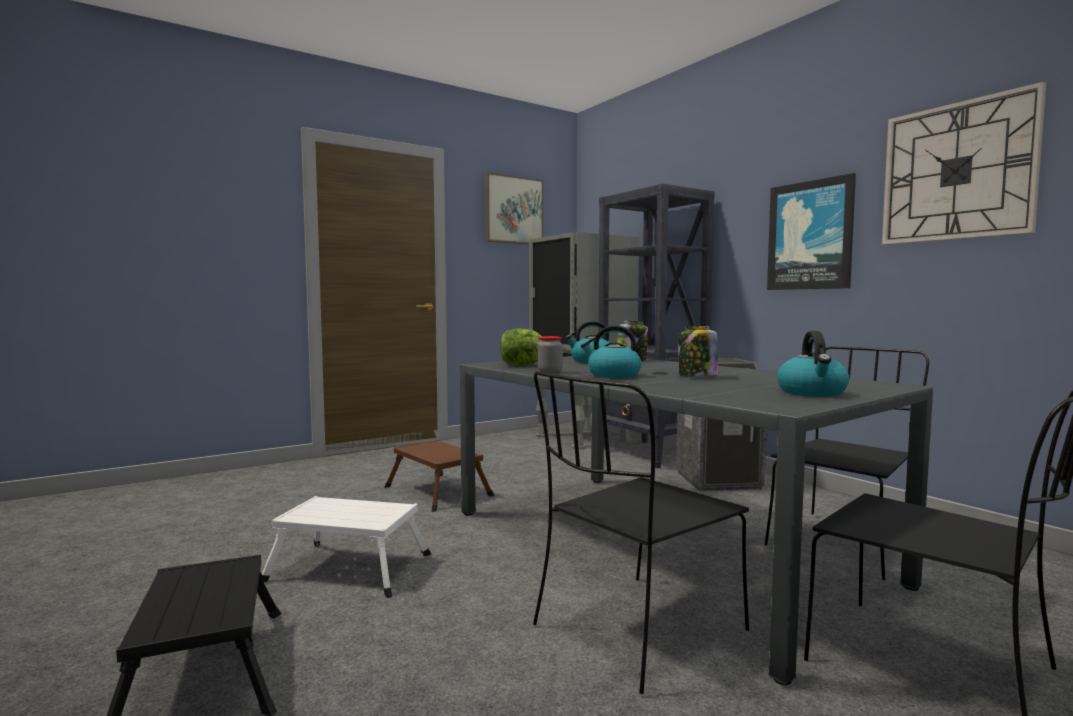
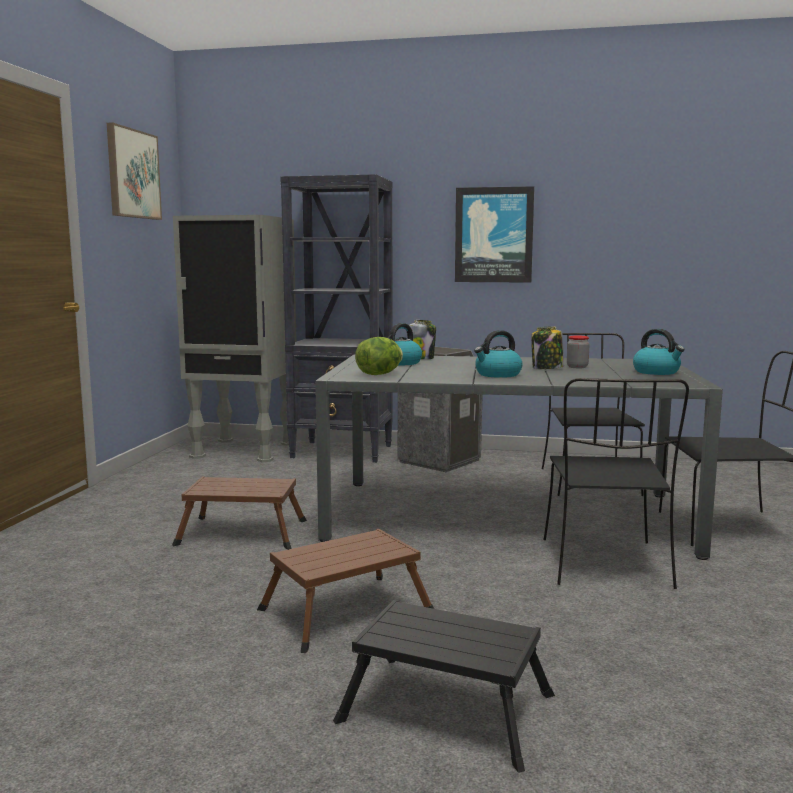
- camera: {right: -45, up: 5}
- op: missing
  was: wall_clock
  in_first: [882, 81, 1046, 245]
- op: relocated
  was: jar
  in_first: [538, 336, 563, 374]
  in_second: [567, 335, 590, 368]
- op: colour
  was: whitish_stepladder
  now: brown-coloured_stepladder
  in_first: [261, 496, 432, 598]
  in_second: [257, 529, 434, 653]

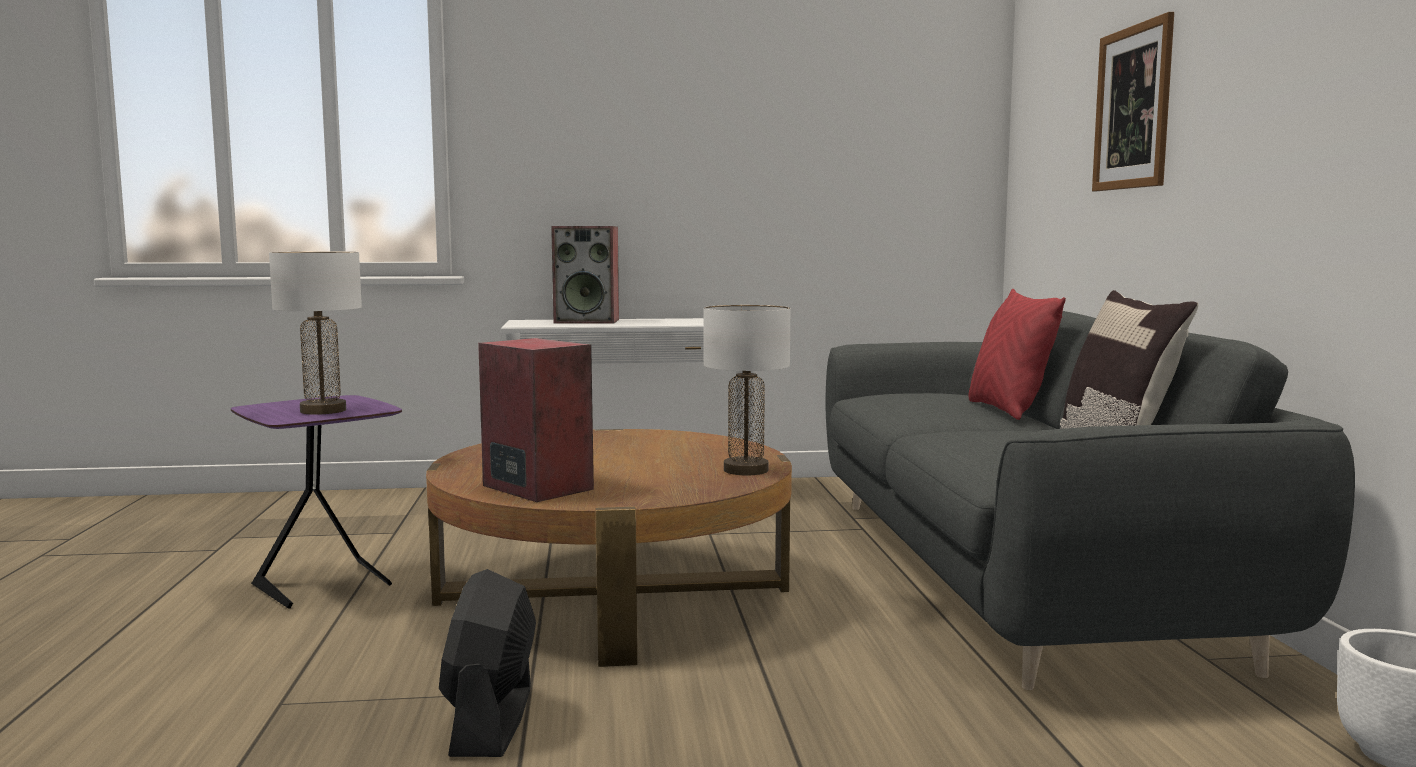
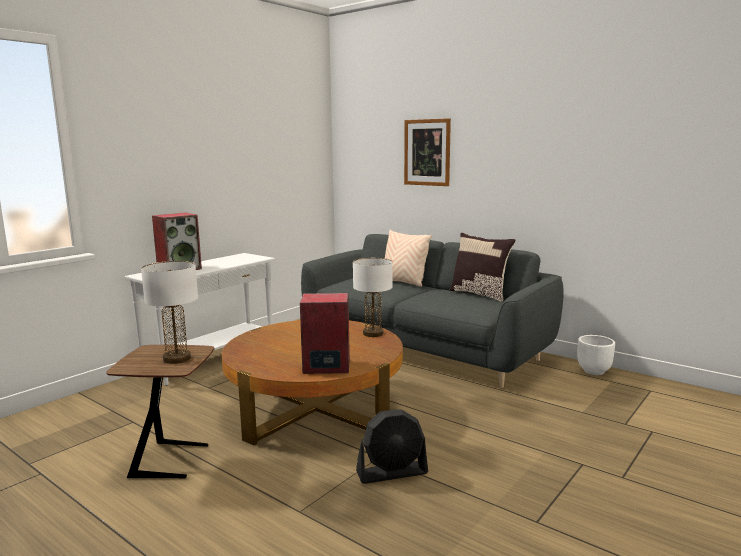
- camera: {right: -45, up: 5}
- op: colour
  was: reddish_pillow
  now: beige_pillow
  in_first: [969, 289, 1066, 420]
  in_second: [385, 230, 432, 287]
- op: colour
  was: purplish_side_table
  now: brown-coloured_side_table
  in_first: [231, 395, 402, 609]
  in_second: [106, 345, 214, 478]
- op: spun
  was: blackish_fan
  in_first: [439, 569, 536, 757]
  in_second: [356, 409, 428, 484]
  clockwise: -60

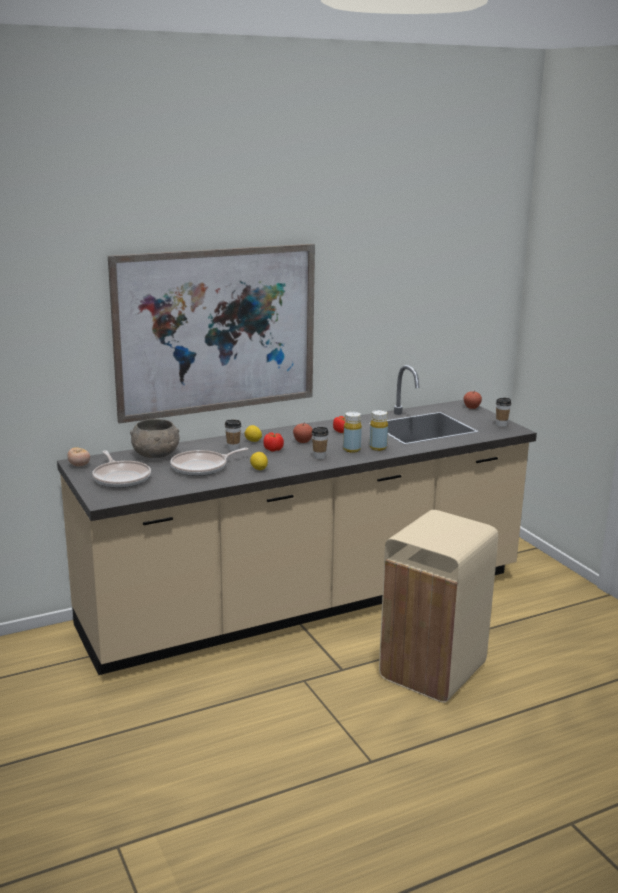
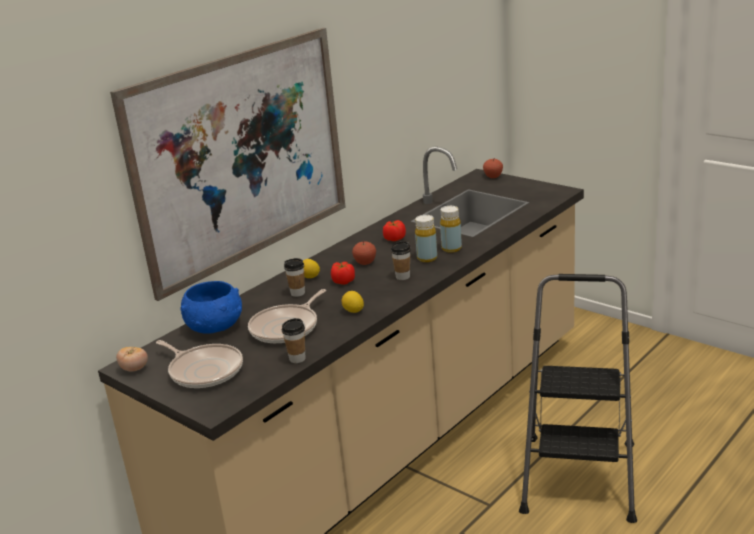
- camera: {right: -20, up: 5}
- op: relocated
  was: cup
  in_first: [496, 398, 511, 427]
  in_second: [282, 318, 306, 363]
- op: colour
  was: gray_serving_bowl
  now: blue_serving_bowl
  in_first: [130, 419, 180, 458]
  in_second: [180, 281, 242, 334]
- op: exchanged
  was: beige_waste_bin
  now: blackish_stepladder
  in_first: [379, 510, 498, 703]
  in_second: [519, 274, 637, 523]

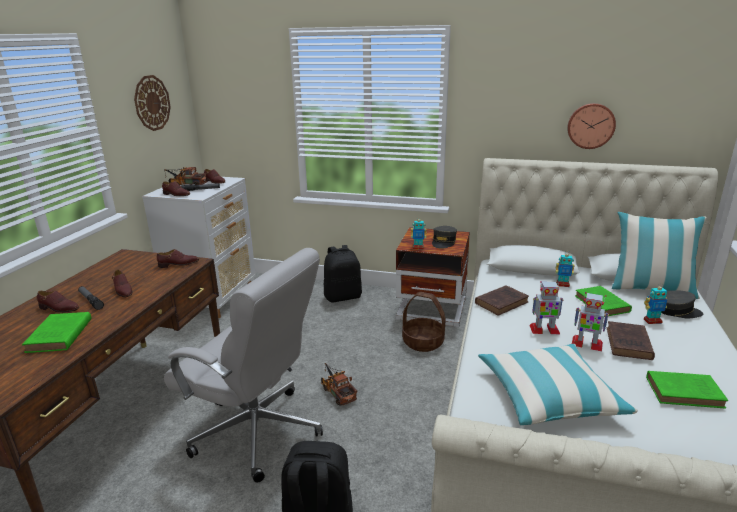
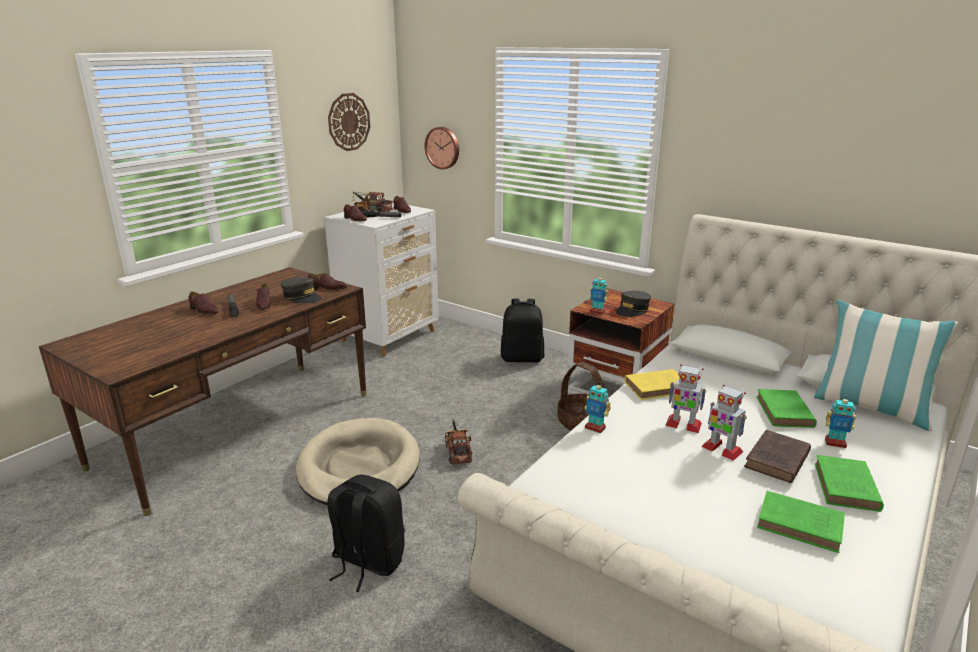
- camera: {right: 20, up: 0}
- op: relocated
  was: wall_clock
  in_first: [567, 103, 616, 149]
  in_second: [425, 127, 459, 169]
- op: exchanged
  was: gray_computer_chair
  now: beige_dog_bed
  in_first: [164, 248, 323, 483]
  in_second: [296, 418, 420, 505]
- op: relocated
  was: model_robot
  in_first: [556, 253, 575, 287]
  in_second: [584, 382, 611, 433]
- op: colour
  was: brown-coloured_bound_book
  now: yellowish_bound_book
  in_first: [475, 285, 529, 316]
  in_second: [625, 369, 680, 400]
- op: relocated
  was: gray_cap
  in_first: [661, 290, 703, 318]
  in_second: [280, 277, 322, 303]
- op: relocated
  was: greenish_bound_book
  in_first: [22, 312, 91, 353]
  in_second: [815, 455, 884, 512]
- op: missing
  was: pillow
  in_first: [478, 344, 638, 425]

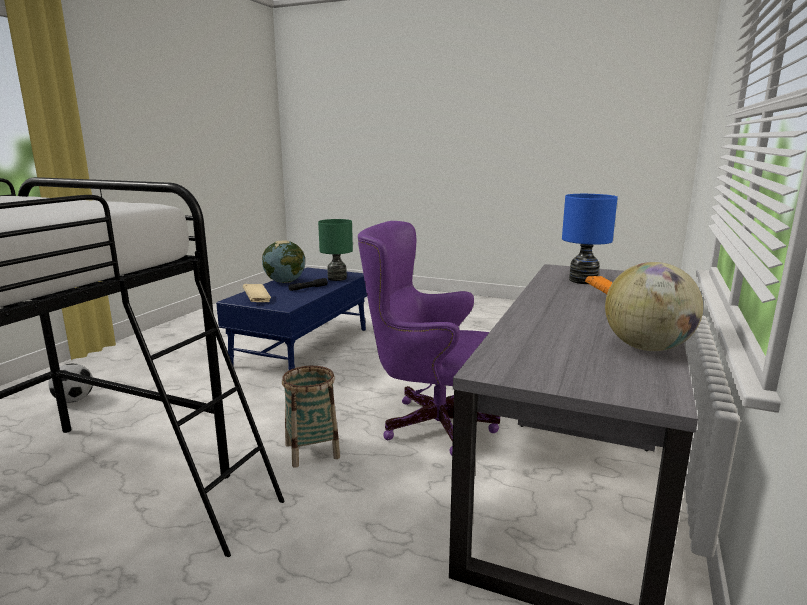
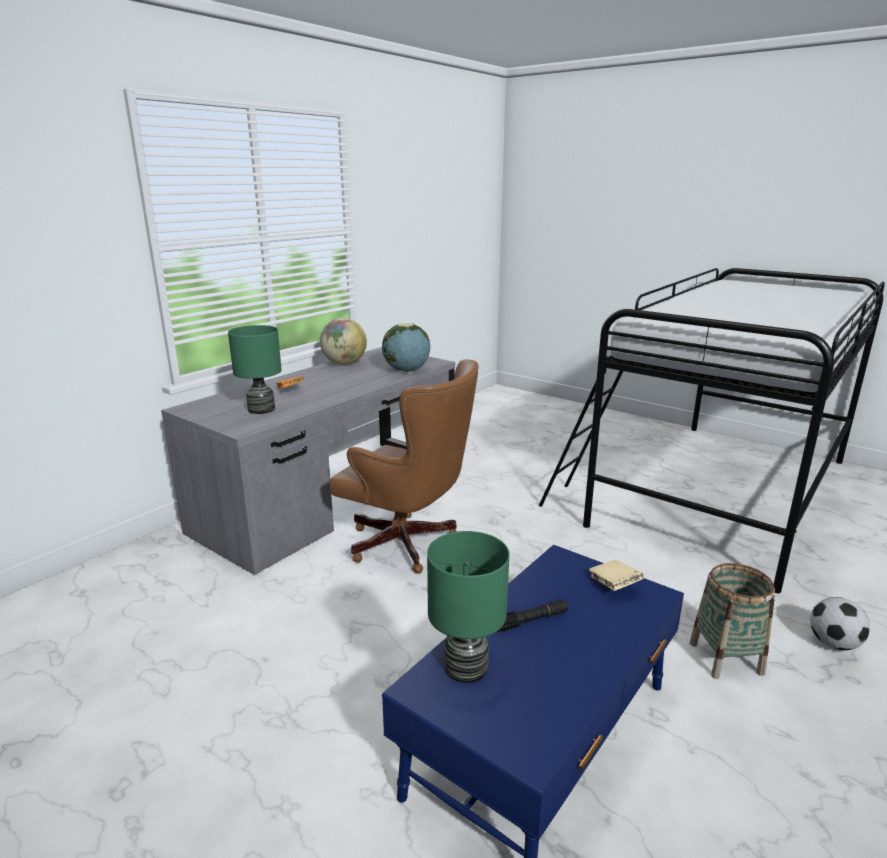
- camera: {right: -165, up: 5}
- op: colour
  was: blue_tabletop_lamp
  now: greenish_tabletop_lamp
  in_first: [562, 194, 618, 284]
  in_second: [228, 325, 282, 414]
- op: colour
  was: purplish_computer_chair
  now: brown-coloured_computer_chair
  in_first: [358, 221, 500, 455]
  in_second: [329, 359, 478, 574]
- op: relocated
  was: world_globe
  in_first: [262, 240, 305, 283]
  in_second: [382, 323, 430, 372]
- op: relocated
  was: storage_basket
  in_first: [282, 366, 340, 468]
  in_second: [690, 563, 775, 679]

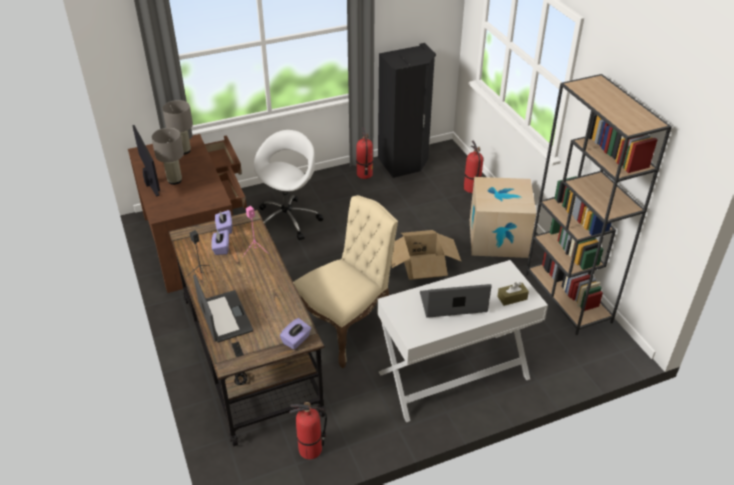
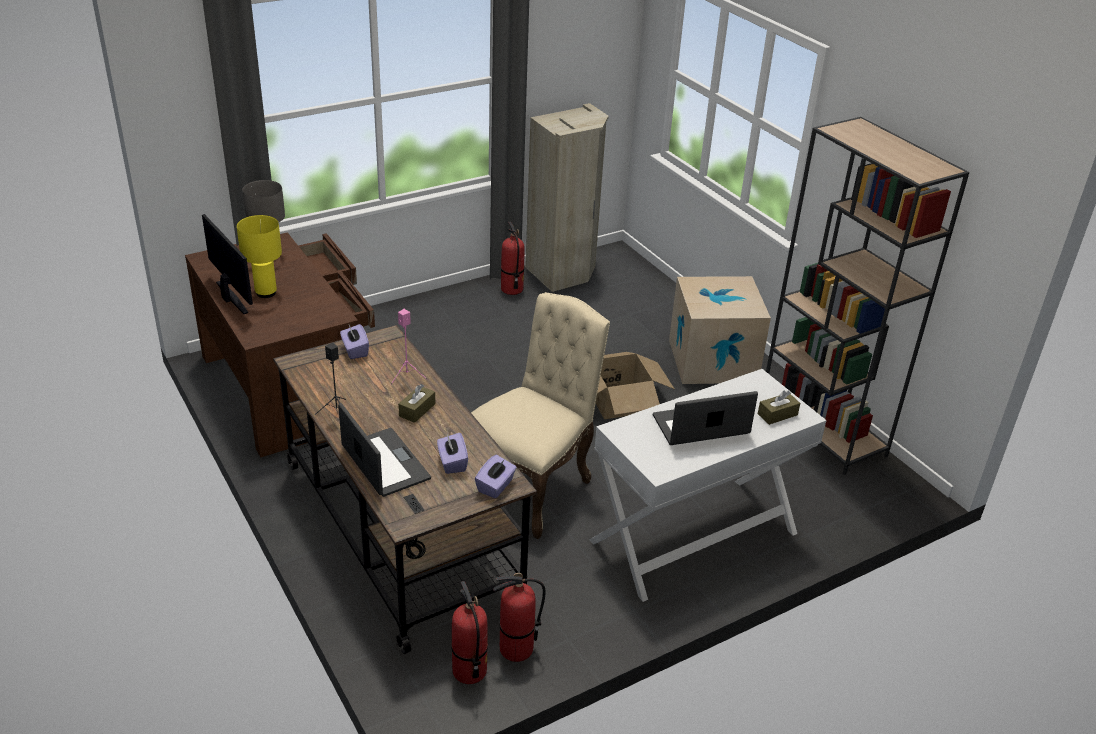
- camera: {right: -10, up: -5}
- op: colour
  was: blackish_cupboard
  now: beige_cupboard
  in_first: [378, 43, 436, 178]
  in_second: [525, 103, 609, 292]
- op: colour
  was: gray_tabletop_lamp
  now: yellowish_tabletop_lamp
  in_first: [151, 128, 184, 185]
  in_second: [237, 215, 282, 298]
- op: missing
  was: whitish_computer_chair
  in_first: [254, 130, 323, 240]
- op: relocated
  was: fire-fighting_cylinder
  in_first: [464, 141, 483, 193]
  in_second: [451, 581, 488, 684]
- op: relocated
  was: purplish_tissue_box
  in_first: [211, 230, 229, 255]
  in_second: [437, 433, 468, 474]
- op: appeared
  now: brown-coloured_tissue_box
  in_second: [398, 384, 435, 423]

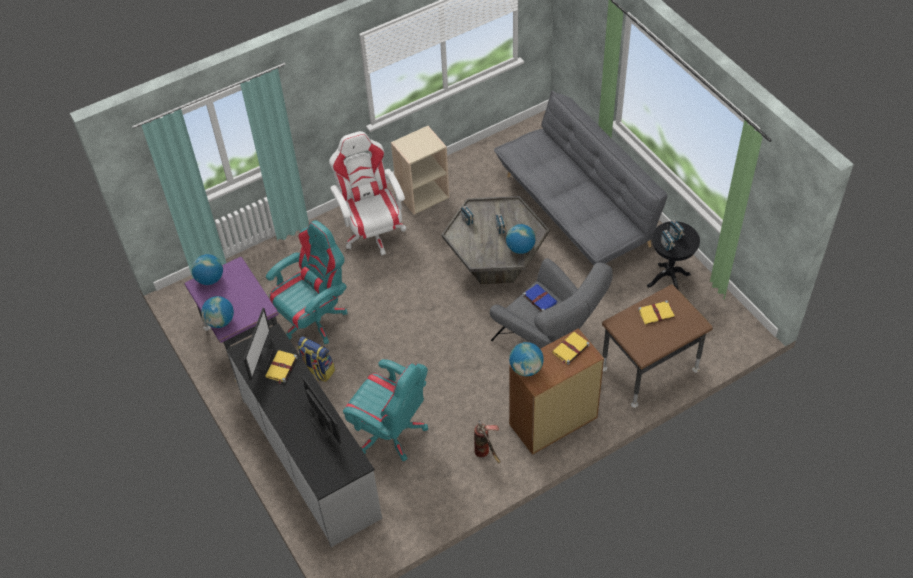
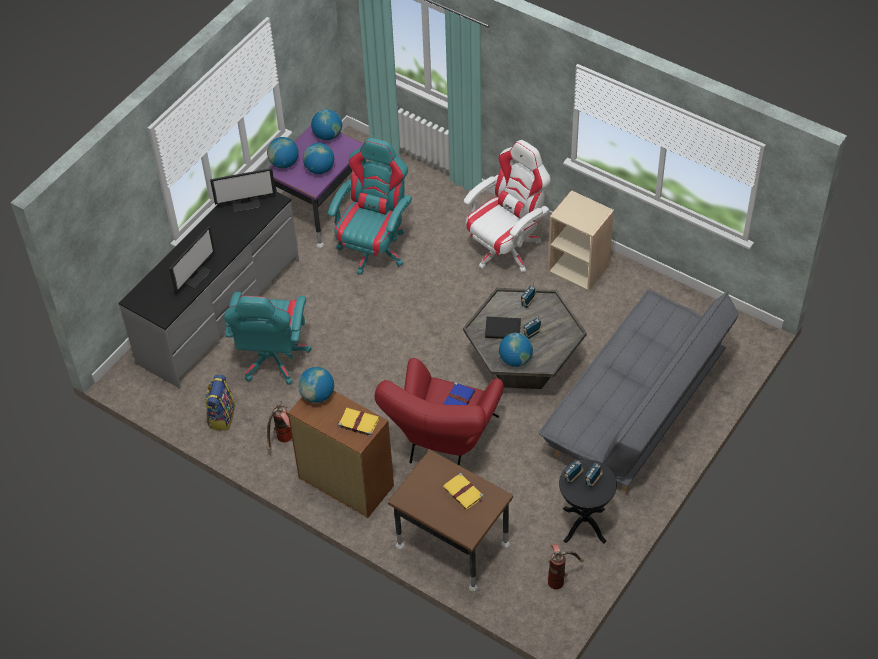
- camera: {right: 65, up: 0}
- op: spun
  was: turquoise-coloured_computer_chair
  in_first: [266, 220, 347, 344]
  in_second: [328, 138, 412, 275]
  clockwise: -90
- op: colour
  was: gray_armchair
  now: reddish_armchair
  in_first: [490, 258, 613, 349]
  in_second: [375, 358, 504, 466]
- op: relocated
  was: backpack
  in_first: [297, 336, 335, 382]
  in_second: [205, 374, 235, 431]
- op: missing
  was: yellowish_bound_book
  in_first: [265, 350, 298, 384]
- op: appeared
  now: world_globe
  in_second: [303, 143, 334, 174]
- op: appeared
  now: blackish_bound_book
  in_second: [485, 317, 521, 339]
- op: appeared
  now: fire-fighting_cylinder
  in_second: [548, 544, 584, 590]

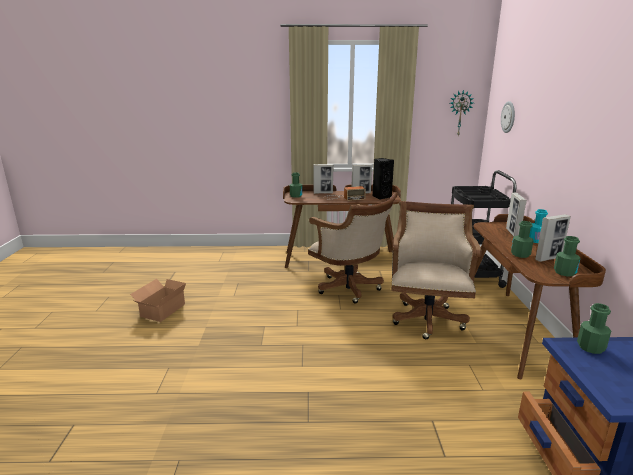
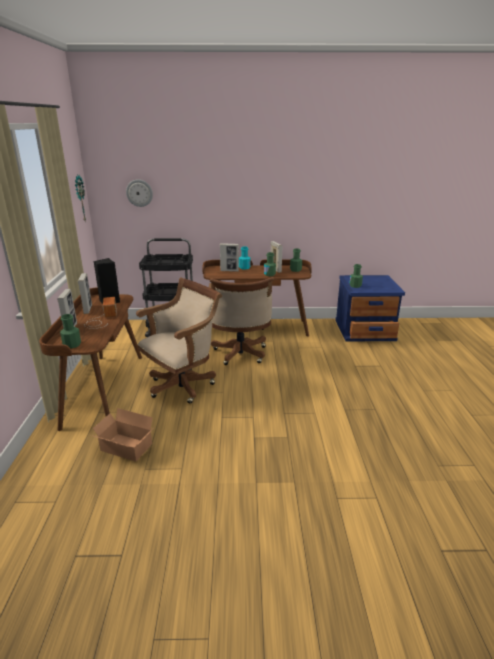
- camera: {right: -90, up: 5}
- op: spun
  was: computer_chair
  in_first: [391, 201, 482, 339]
  in_second: [209, 277, 274, 365]
  clockwise: -105
- op: relocated
  was: cardboard_box
  in_first: [130, 279, 186, 322]
  in_second: [91, 408, 156, 462]

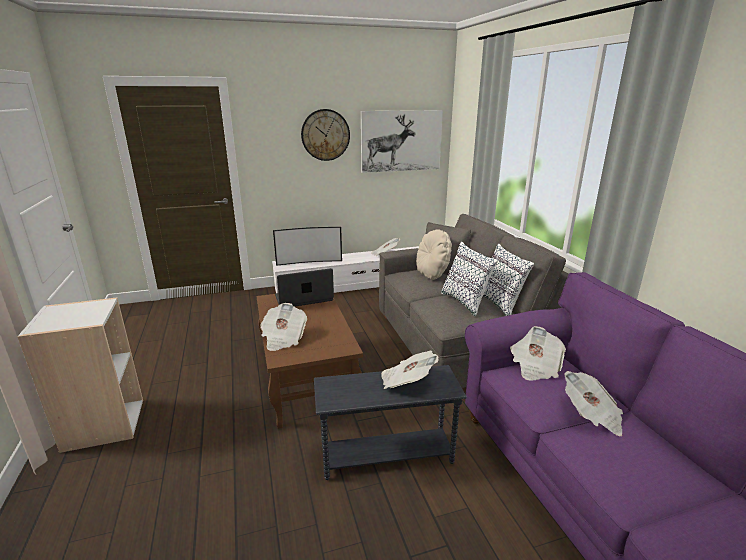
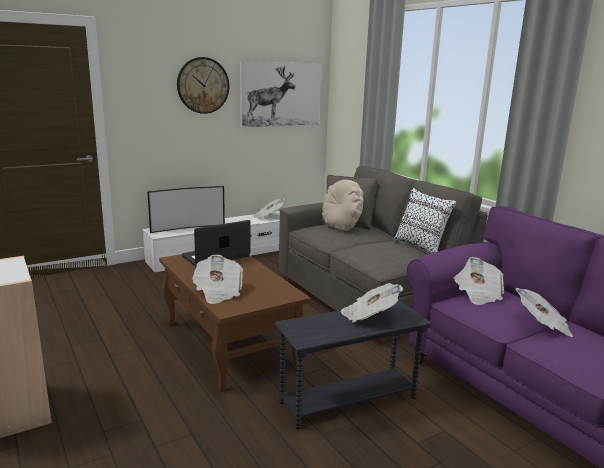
- camera: {right: -15, up: -5}
- op: missing
  was: whitish_pillow
  in_first: [441, 242, 498, 316]

